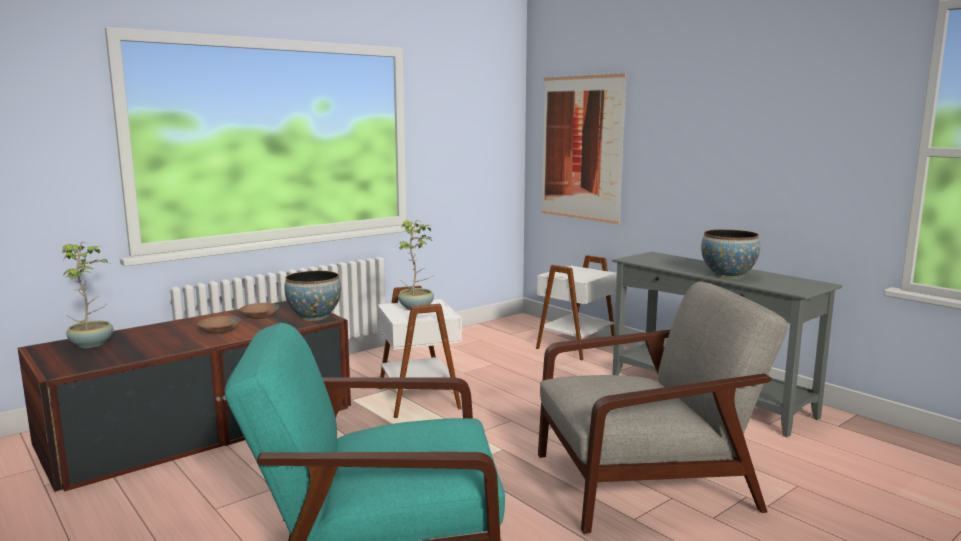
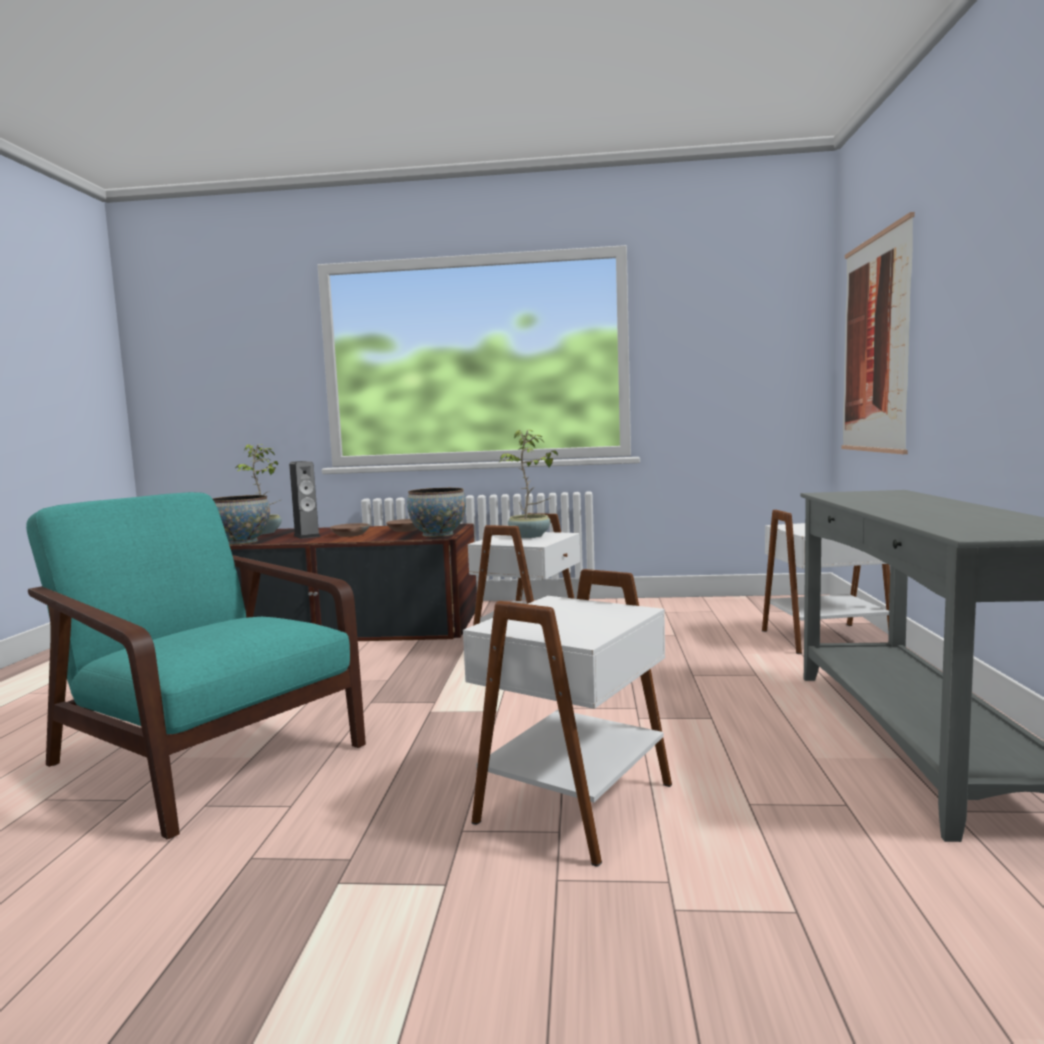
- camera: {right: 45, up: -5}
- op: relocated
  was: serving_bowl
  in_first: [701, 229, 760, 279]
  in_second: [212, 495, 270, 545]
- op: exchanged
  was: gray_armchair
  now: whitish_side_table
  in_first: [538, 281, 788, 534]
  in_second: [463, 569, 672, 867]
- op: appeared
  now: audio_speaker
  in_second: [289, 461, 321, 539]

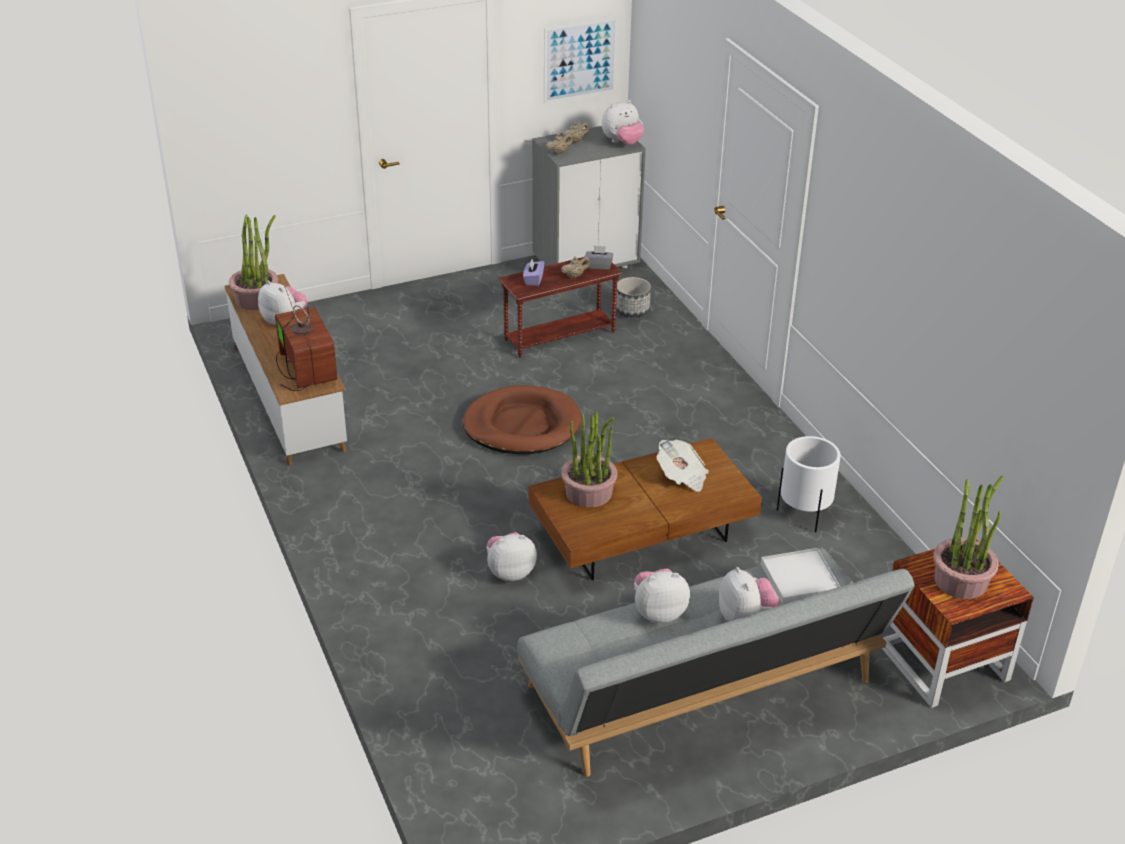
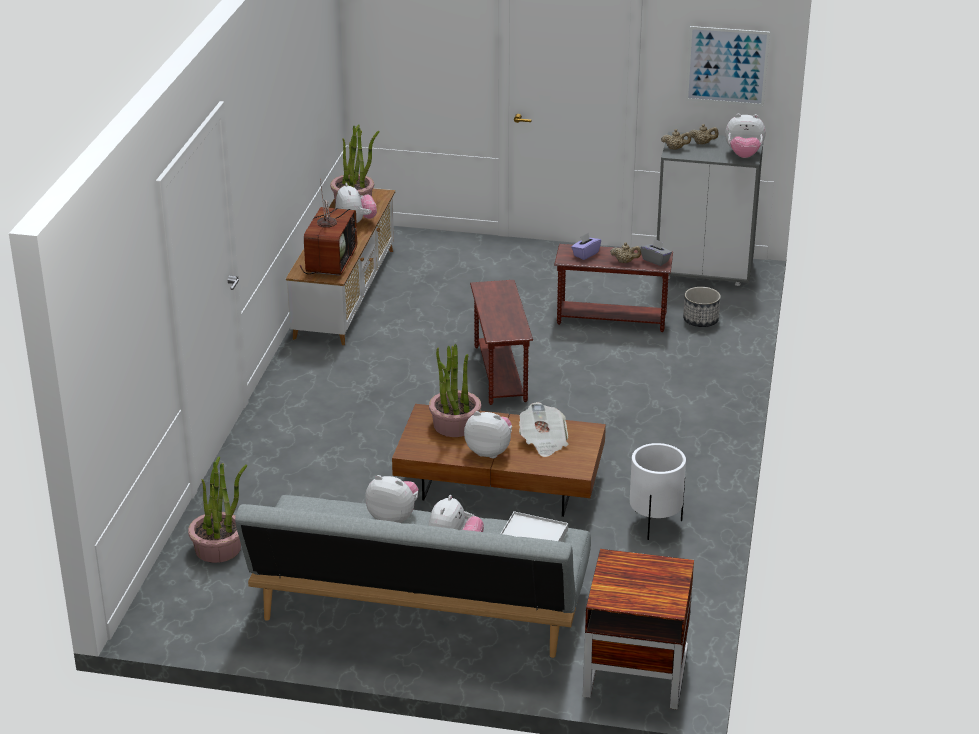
- camera: {right: 35, up: -5}
- op: exchanged
  was: brown-coloured_dog_bed
  now: brown-coloured_side_table
  in_first: [463, 385, 582, 454]
  in_second: [470, 280, 533, 405]
- op: relocated
  was: houseplant
  in_first: [933, 476, 1004, 599]
  in_second: [188, 457, 247, 563]
- op: relocated
  was: cuddly_toy
  in_first: [486, 532, 537, 581]
  in_second: [464, 411, 512, 458]

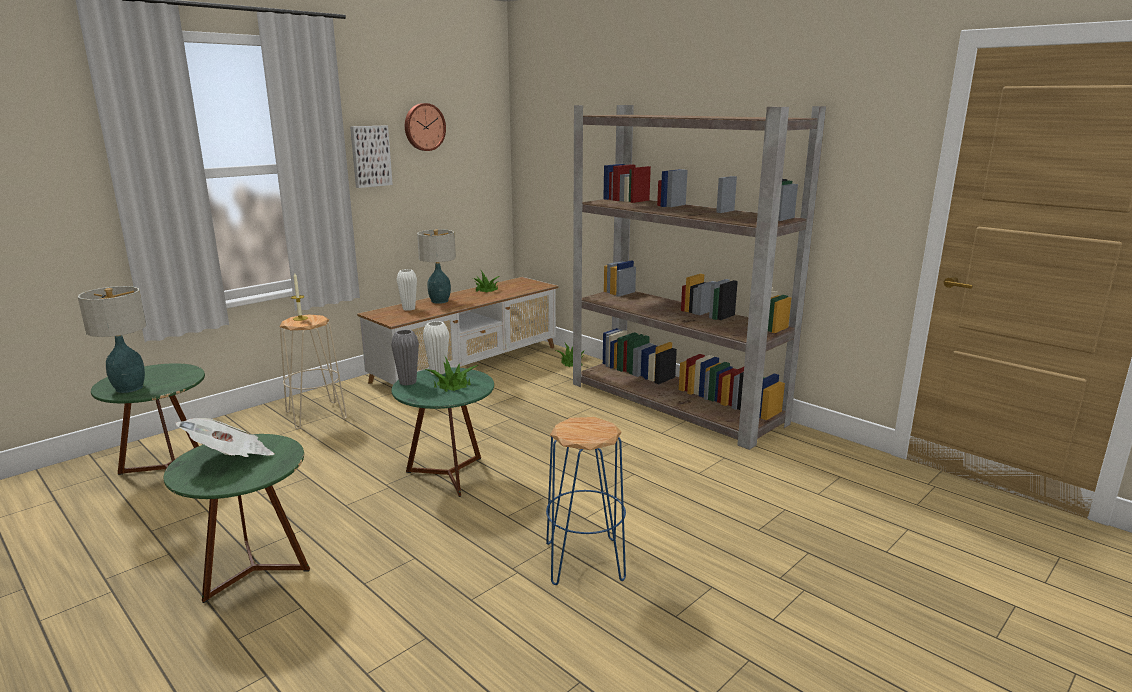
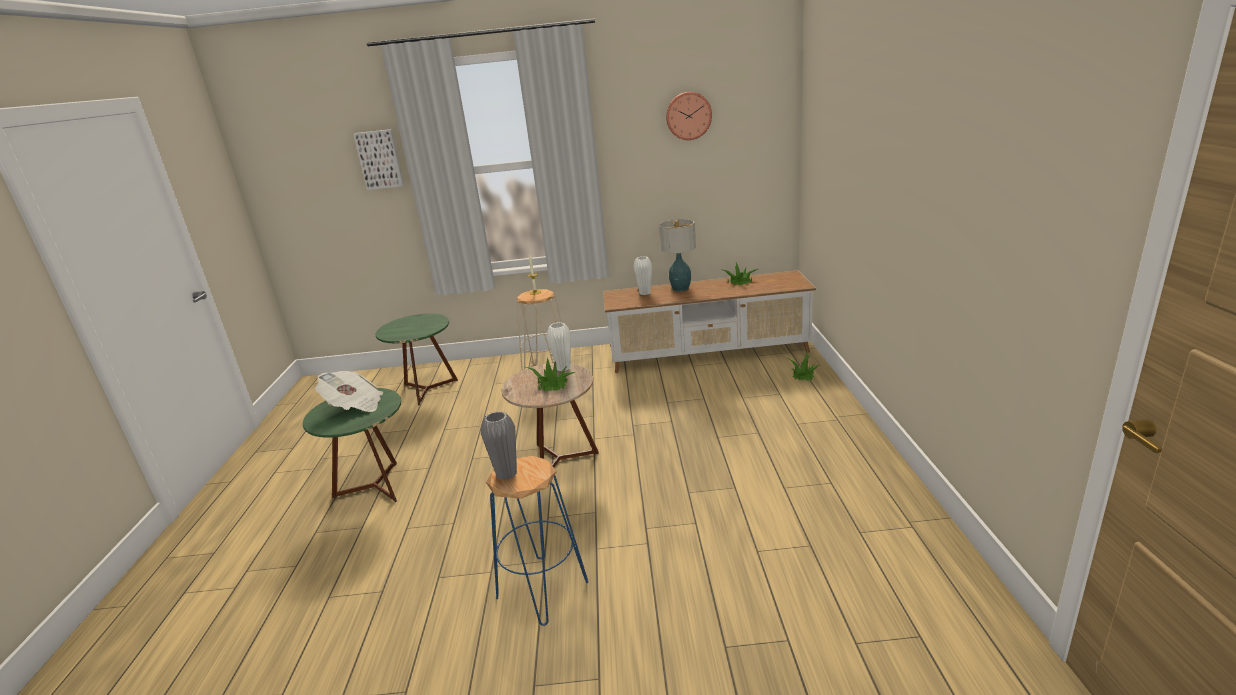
- camera: {right: 45, up: 5}
- op: missing
  was: brown-coloured_bookcase
  in_first: [573, 105, 826, 450]
- op: relocated
  was: picture
  in_first: [350, 126, 393, 188]
  in_second: [353, 129, 404, 190]
- op: missing
  was: tabletop_lamp
  in_first: [78, 286, 146, 393]
- op: relocated
  was: gray_decorative_vase
  in_first: [391, 330, 419, 385]
  in_second: [481, 411, 517, 480]
- op: colour
  was: greenish_side_table
  now: brown-coloured_side_table
  in_first: [392, 368, 494, 497]
  in_second: [501, 363, 599, 467]

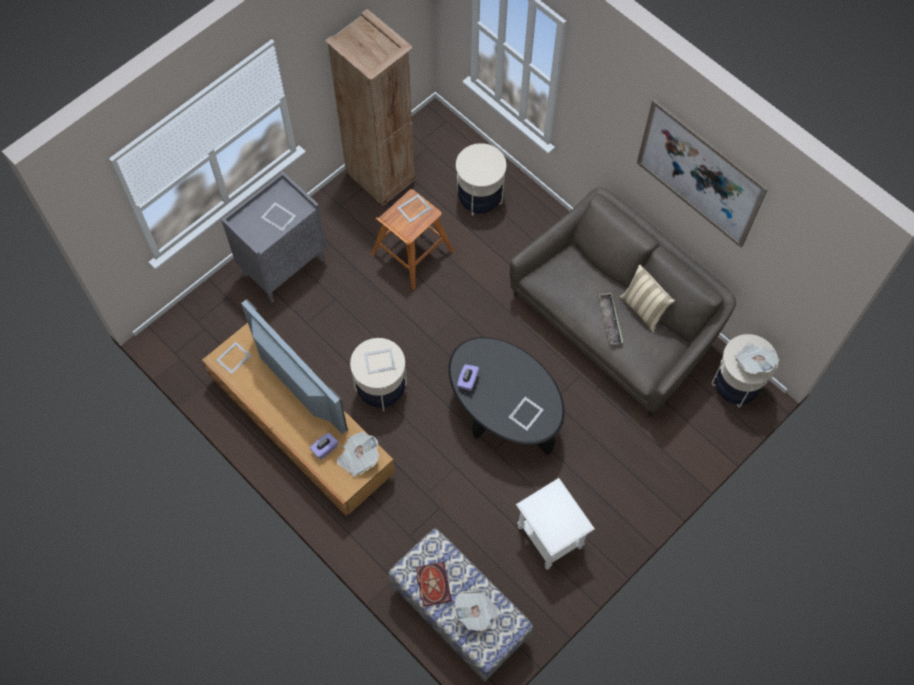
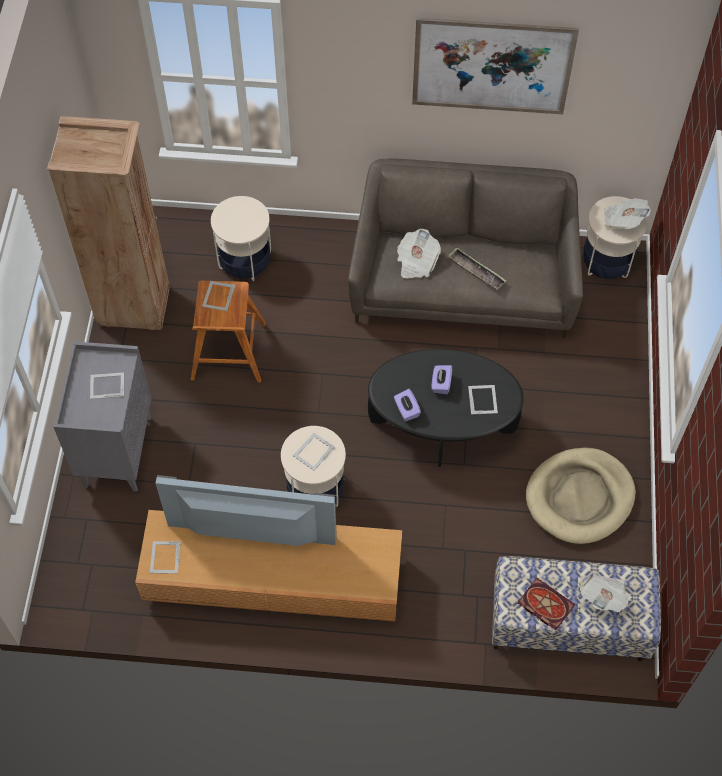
- camera: {right: -40, up: -5}
- op: missing
  was: beige_pillow
  in_first: [619, 264, 675, 333]
- op: relocated
  was: printed_paper
  in_first: [337, 431, 379, 477]
  in_second: [397, 229, 441, 279]
- op: relocated
  was: purplish_tissue_box
  in_first: [310, 433, 338, 459]
  in_second: [432, 365, 452, 394]
- op: exchanged
  was: whitish_side_table
  now: beige_dog_bed
  in_first: [516, 478, 595, 570]
  in_second: [526, 448, 636, 544]

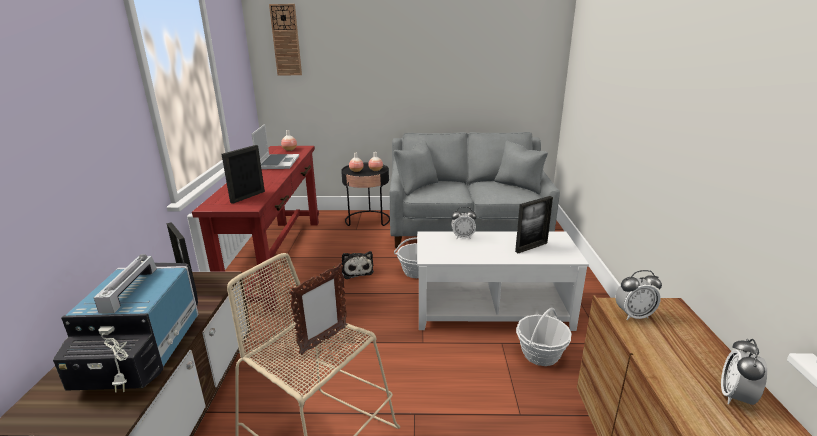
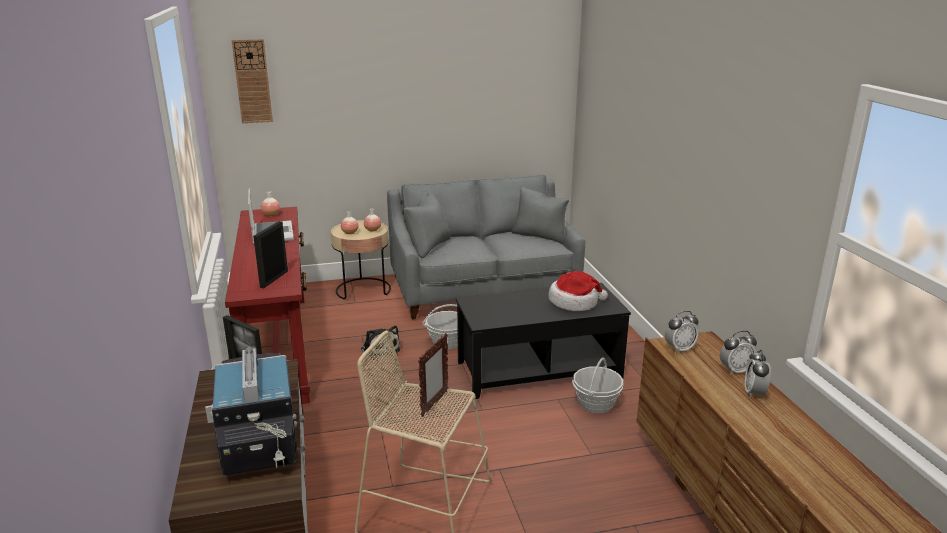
- camera: {right: -15, up: 0}
- op: colour
  was: blackish_side_table
  now: beige_side_table
  in_first: [341, 162, 390, 226]
  in_second: [331, 220, 391, 299]
- op: exchanged
  was: photo_frame
  now: wearable_hat
  in_first: [515, 196, 553, 253]
  in_second: [548, 271, 608, 311]
- op: relocated
  was: alarm_clock
  in_first: [451, 207, 477, 239]
  in_second: [720, 331, 757, 375]
- op: colour
  was: whitish_coffee_table
  now: blackish_coffee_table
  in_first: [417, 231, 589, 331]
  in_second: [456, 283, 631, 399]

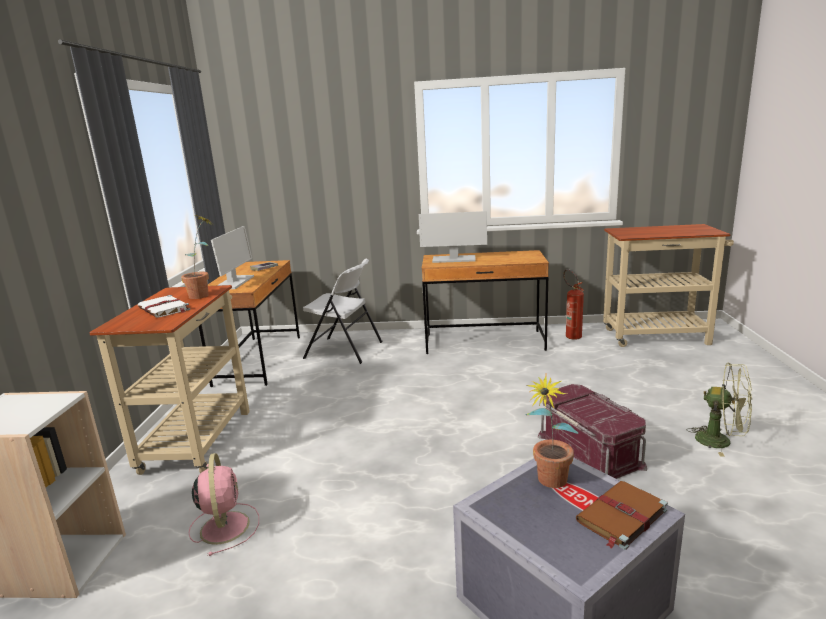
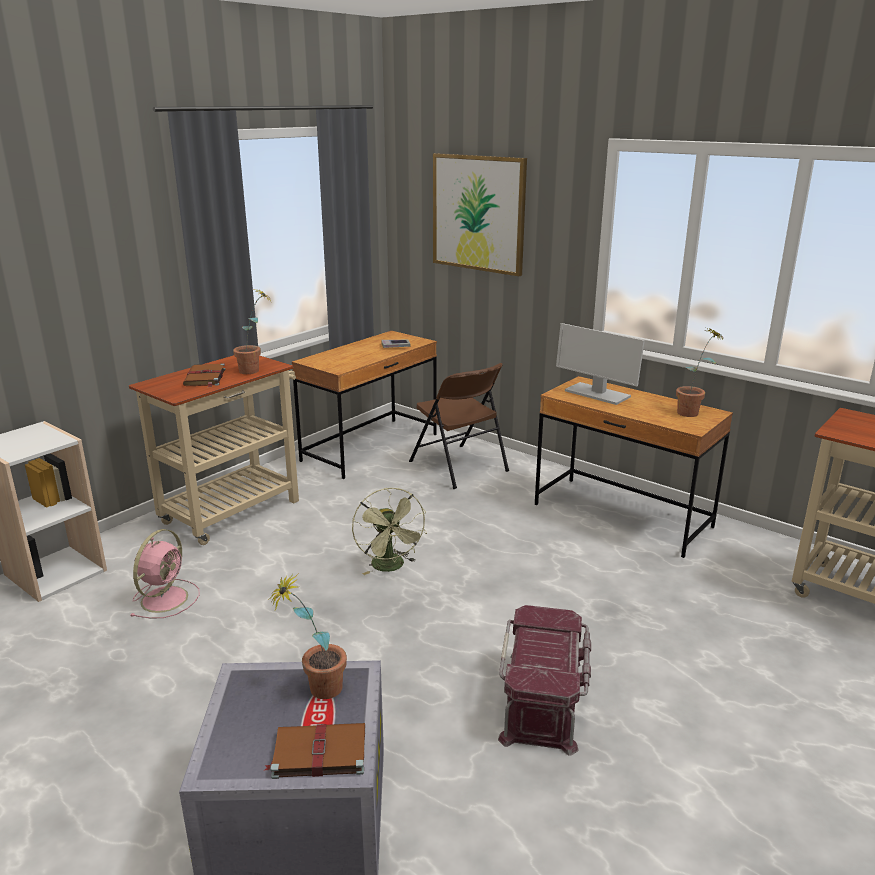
- camera: {right: 35, up: 5}
- op: missing
  was: computer_display
  in_first: [211, 226, 254, 289]
- op: colour
  was: whitish_plain_chair
  now: brown-coloured_plain_chair
  in_first: [303, 258, 382, 364]
  in_second: [409, 363, 509, 489]
- op: missing
  was: fire-fighting_cylinder
  in_first: [563, 269, 584, 340]
- op: colour
  was: whitish_bound_book
  now: brown-coloured_bound_book
  in_first: [138, 295, 190, 318]
  in_second: [183, 363, 225, 387]
- op: relocated
  was: greenish_fan
  in_first: [688, 363, 752, 457]
  in_second: [352, 488, 427, 575]
- op: appeared
  now: picture
  in_second: [433, 153, 527, 276]
- op: appeared
  now: houseplant
  in_second: [676, 327, 725, 417]

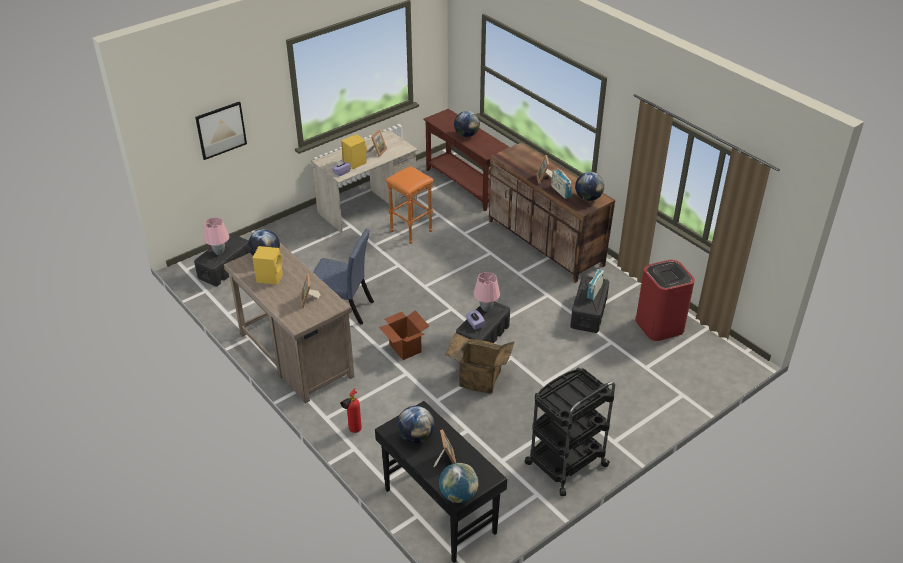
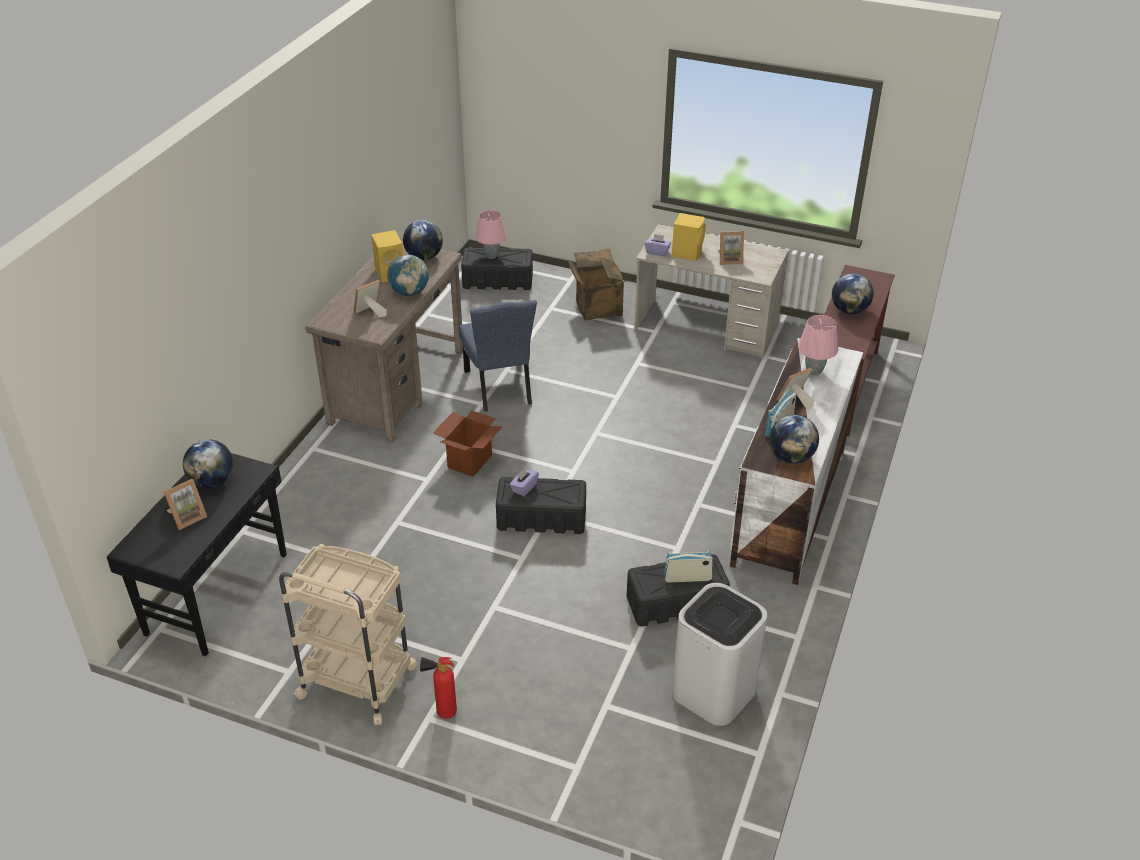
- camera: {right: 60, up: 0}
- op: missing
  was: picture
  in_first: [195, 102, 247, 160]
- op: colour
  was: brown-coloured_cupboard
  now: whitish_cupboard
  in_first: [489, 142, 615, 283]
  in_second: [730, 338, 863, 585]
- op: missing
  was: orange-coloured_stool_seat
  in_first: [386, 166, 434, 244]
- op: colour
  was: reddish_waste_bin
  now: whitish_waste_bin
  in_first: [636, 260, 695, 341]
  in_second: [672, 583, 767, 726]
- op: relocated
  was: pink-coloured_tabletop_lamp
  in_first: [473, 272, 500, 312]
  in_second: [798, 315, 838, 376]
- op: relocated
  was: cardboard_box
  in_first: [445, 333, 515, 394]
  in_second: [568, 249, 627, 321]
- op: colour
  was: blackish_trolley
  now: beige_trolley
  in_first: [524, 368, 615, 496]
  in_second: [279, 544, 418, 725]
- op: relocated
  was: fire-fighting_cylinder
  in_first: [340, 388, 362, 433]
  in_second: [420, 657, 457, 719]
- op: relocated
  was: world_globe
  in_first: [439, 463, 478, 503]
  in_second: [387, 255, 429, 296]

